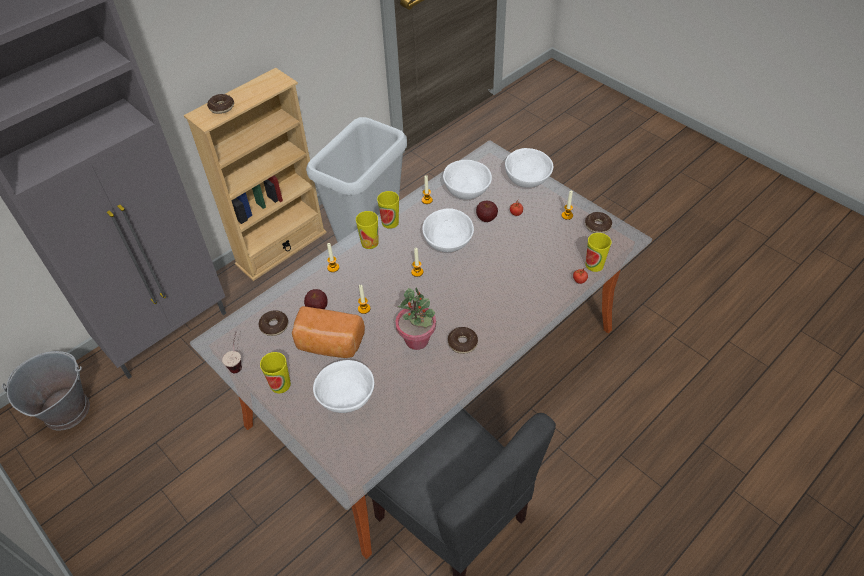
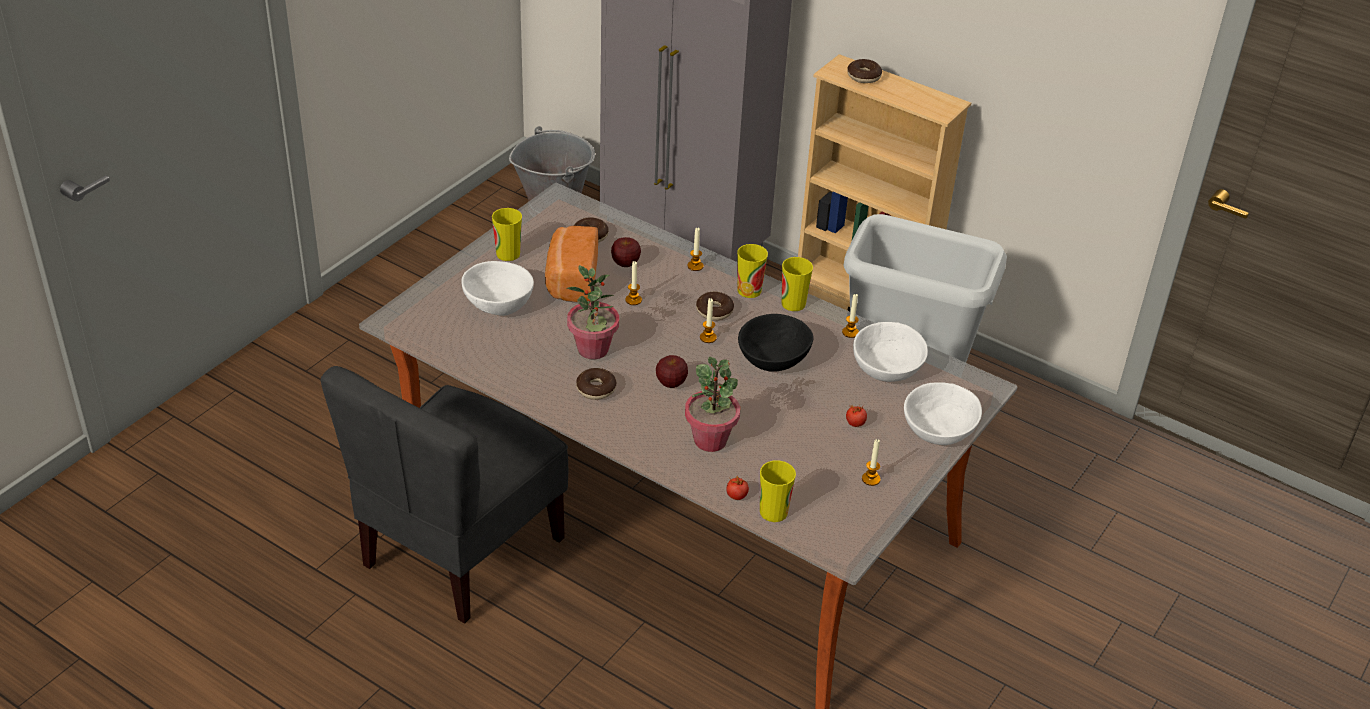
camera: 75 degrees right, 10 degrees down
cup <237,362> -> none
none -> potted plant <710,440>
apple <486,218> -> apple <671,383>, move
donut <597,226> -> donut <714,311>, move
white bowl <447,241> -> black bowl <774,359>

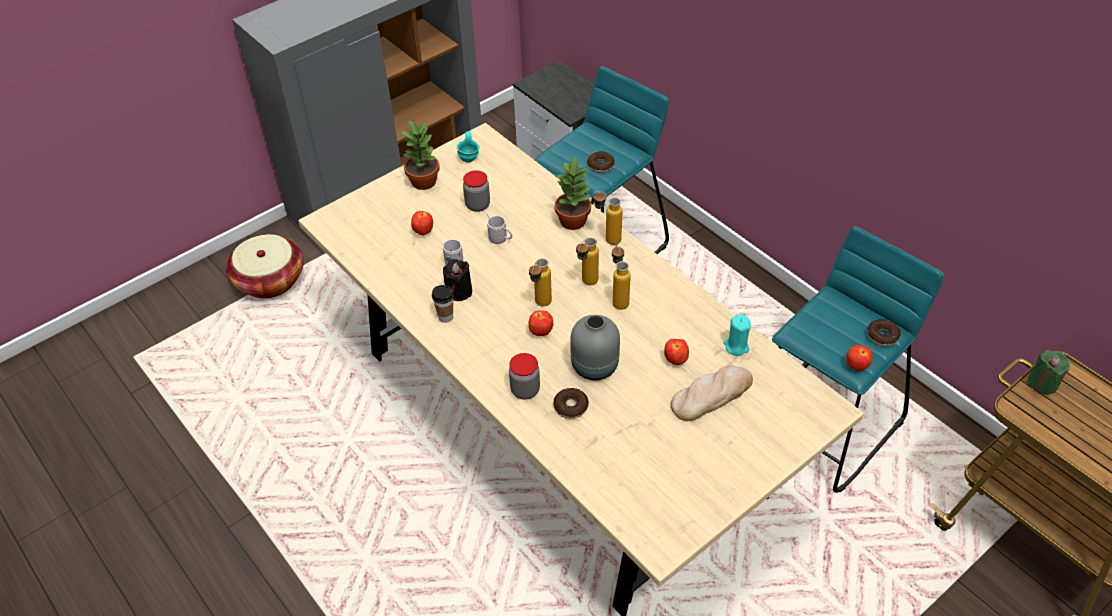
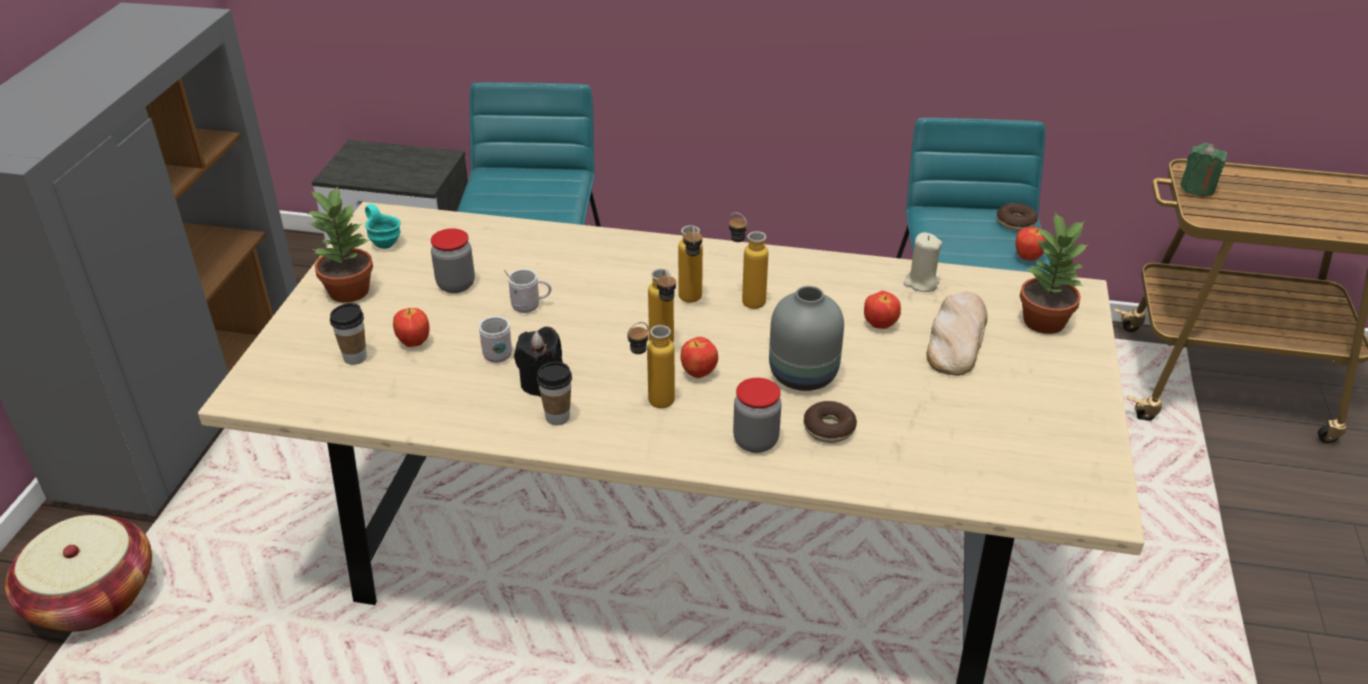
camera: 40 degrees left, 10 degrees down
donut <600,165> -> none
none -> cup <355,357>
potted plant <573,221> -> potted plant <1044,321>, move
bottle <606,239> -> bottle <651,404>, move
turquoise candle <736,346> -> beige candle <921,283>

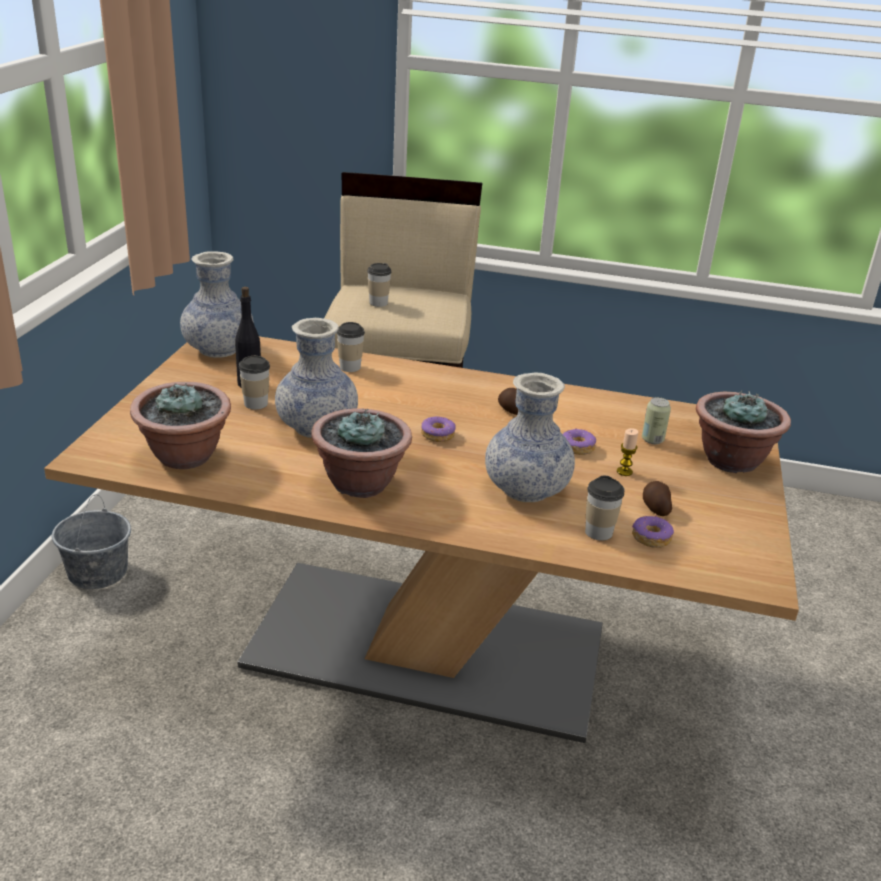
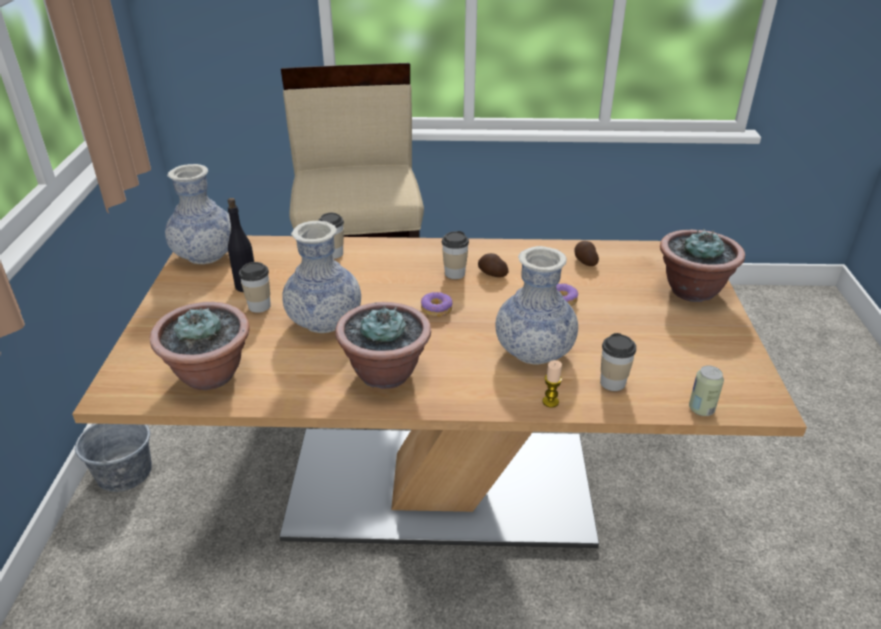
camera: 10 degrees left, 5 degrees up
donut <651,538> -> none
cup <378,303> -> cup <454,273>, move
candle <624,471> -> candle <550,402>, move
can <652,440> -> can <701,409>, move
potato <655,508> -> potato <584,261>, move

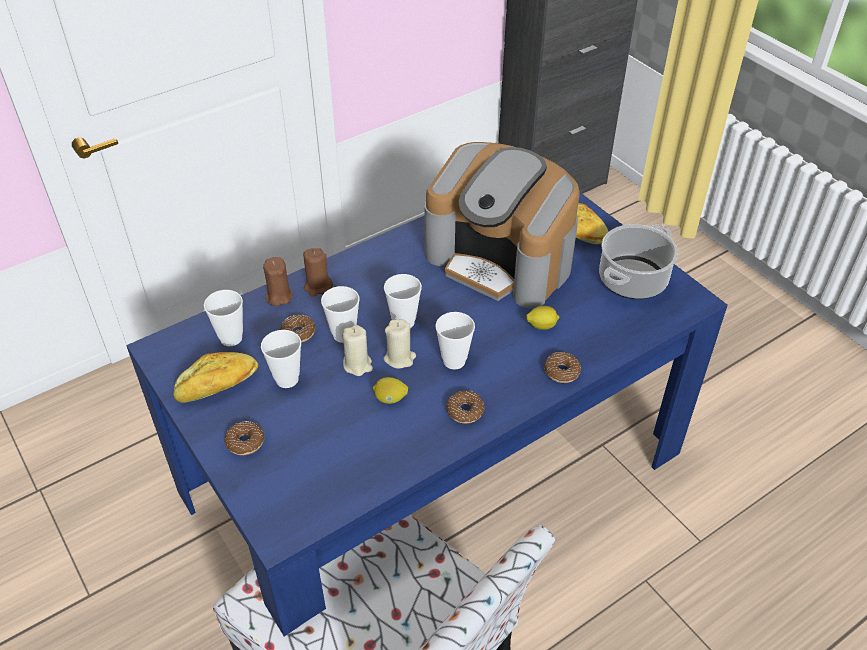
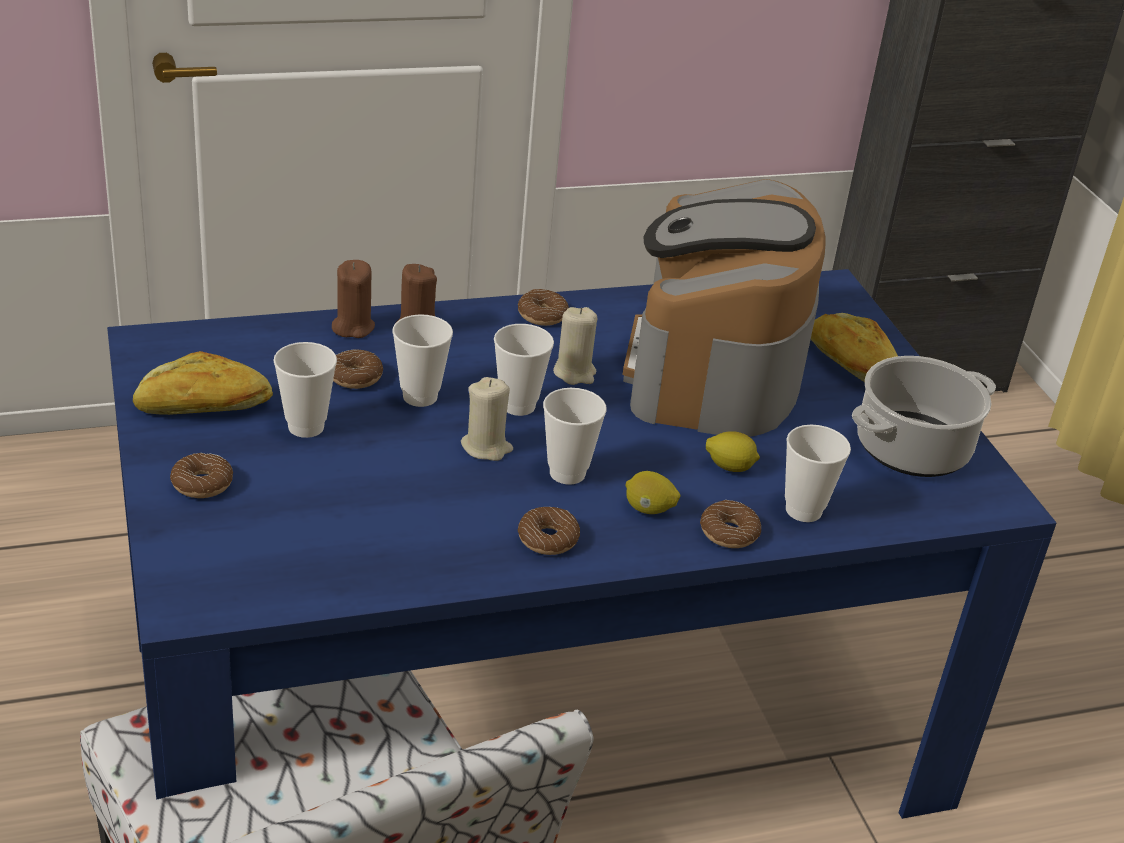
camera: 15 degrees right, 10 degrees down
none -> donut <542,315>
cup <231,338> -> cup <803,510>, move
beige candle <357,364> -> beige candle <574,372>, move
lemon <390,399> -> lemon <648,509>, move
coffee machine <501,259> -> coffee machine <713,369>, 45 degrees clockwise

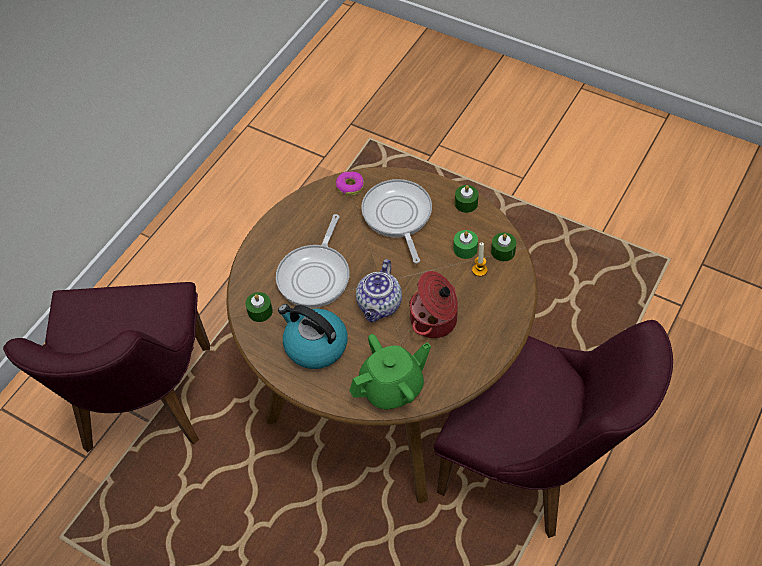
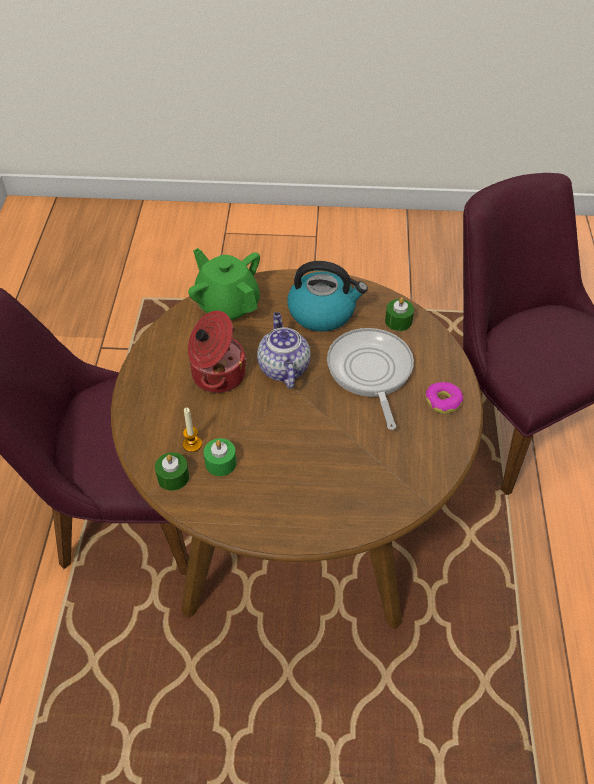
camera: 150 degrees right, 5 degrees down
frying pan <398,216> -> none
green candle <466,203> -> none
donut <350,186> -> donut <443,401>, move
green teapot <392,387> -> green teapot <227,305>, 105 degrees clockwise

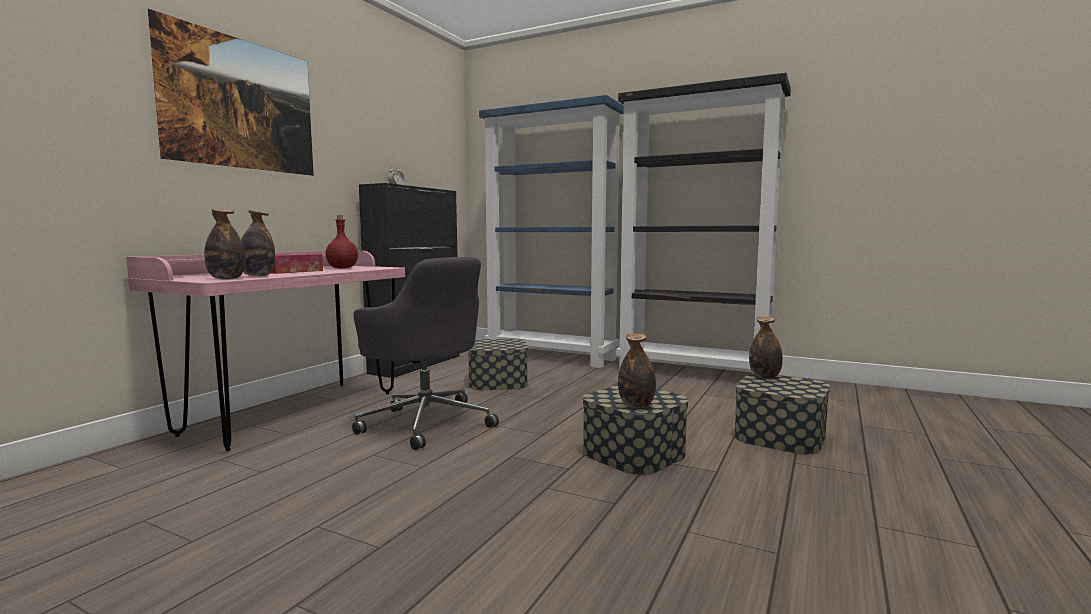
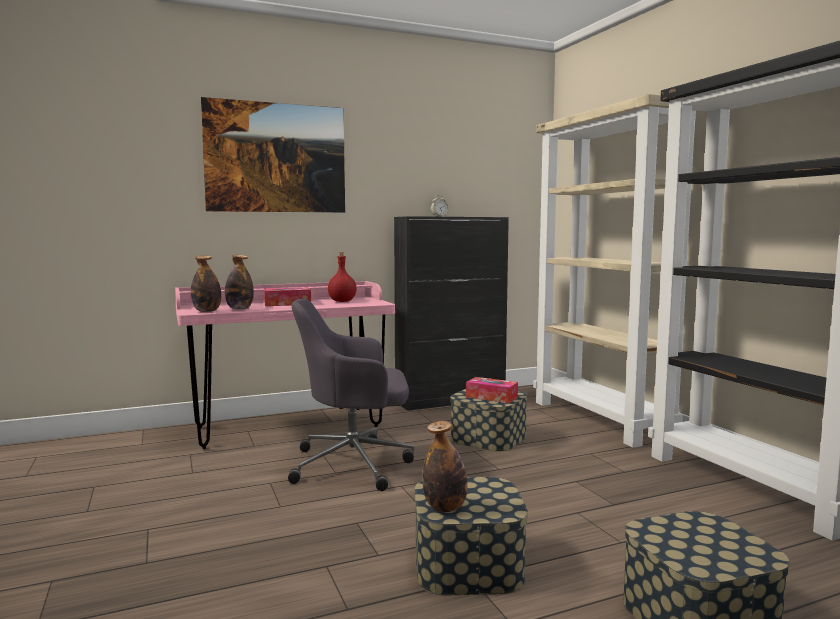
camera: 40 degrees right, 0 degrees up
bottle <764,377> -> none
none -> tissue box <491,397>
blue bookcase <552,357> -> beige bookcase <601,420>
grey office chair <426,422> -> grey office chair <355,464>, 90 degrees clockwise

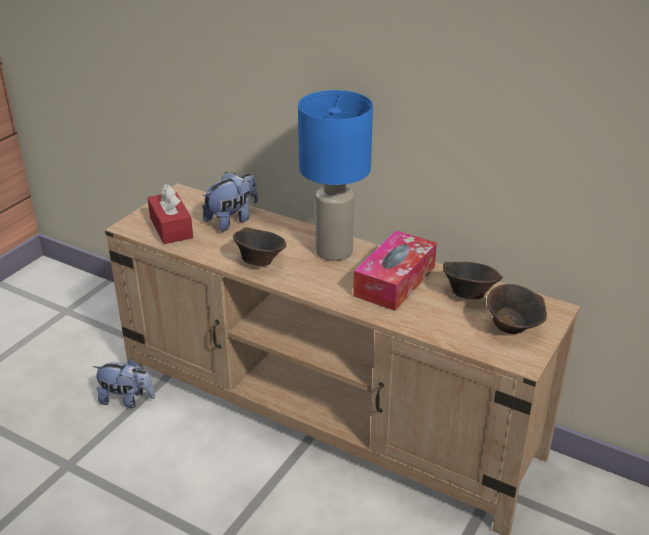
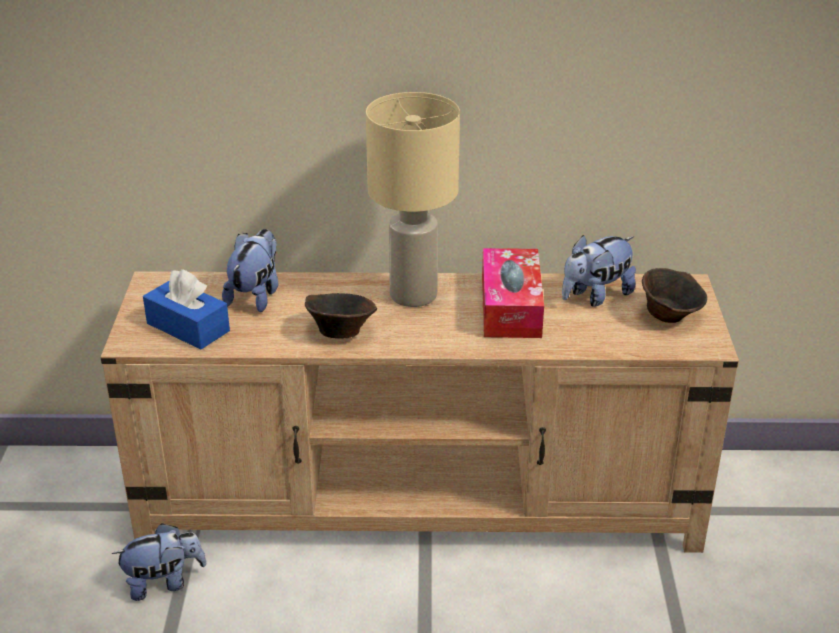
camera: 30 degrees left, 0 degrees up
brown bowl <468,294> -> plush toy <595,296>
red tissue box <171,227> -> blue tissue box <188,327>
blue table lamp <333,252> -> beige table lamp <412,296>

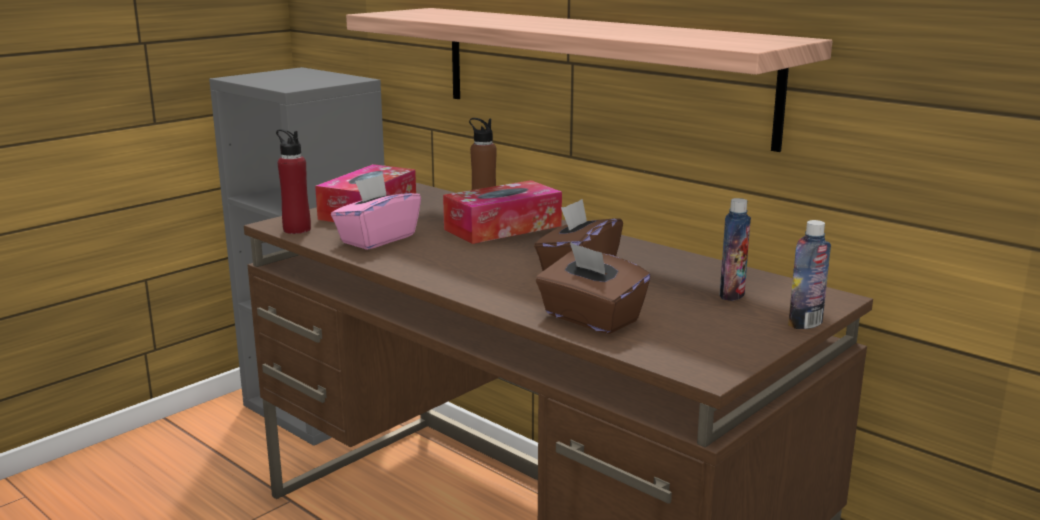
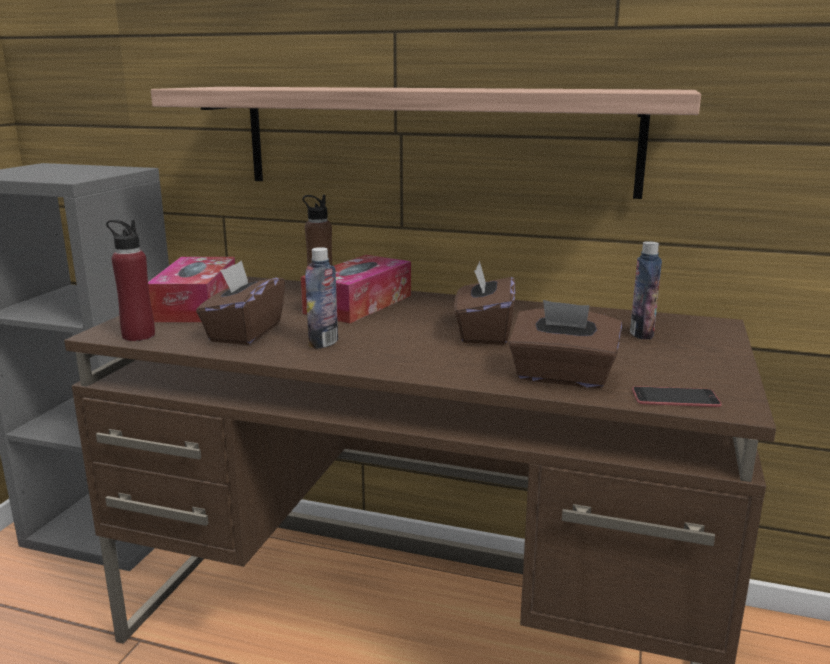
camera: 25 degrees left, 0 degrees up
none -> phone <675,398>
bottle <805,323> -> bottle <323,343>, move
pink tissue box <377,239> -> brown tissue box <244,332>

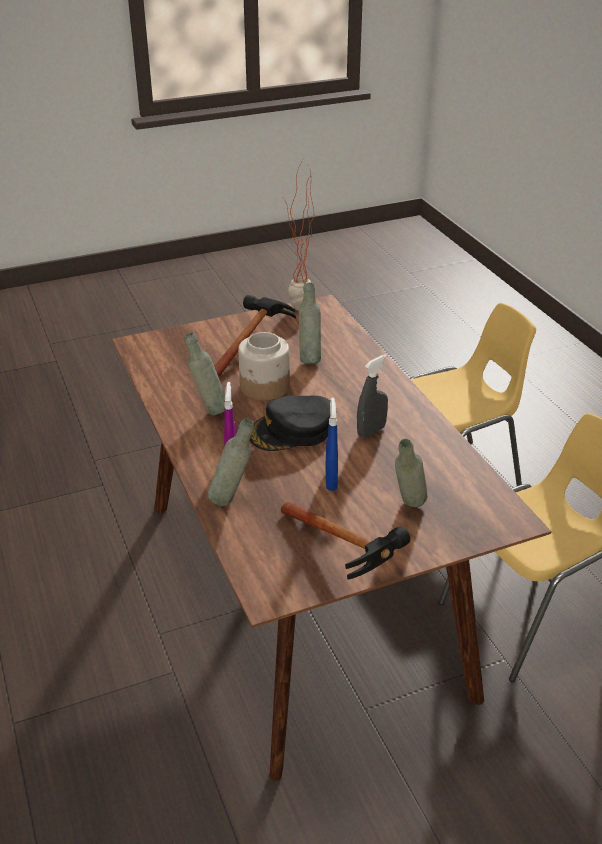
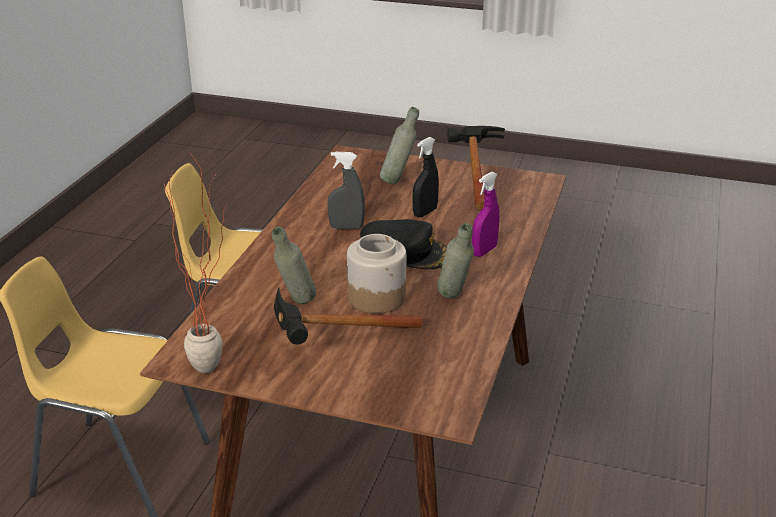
camera: 140 degrees left, 5 degrees down
grey bottle <232,499> -> none
blue spray bottle <331,480> -> black spray bottle <425,212>

